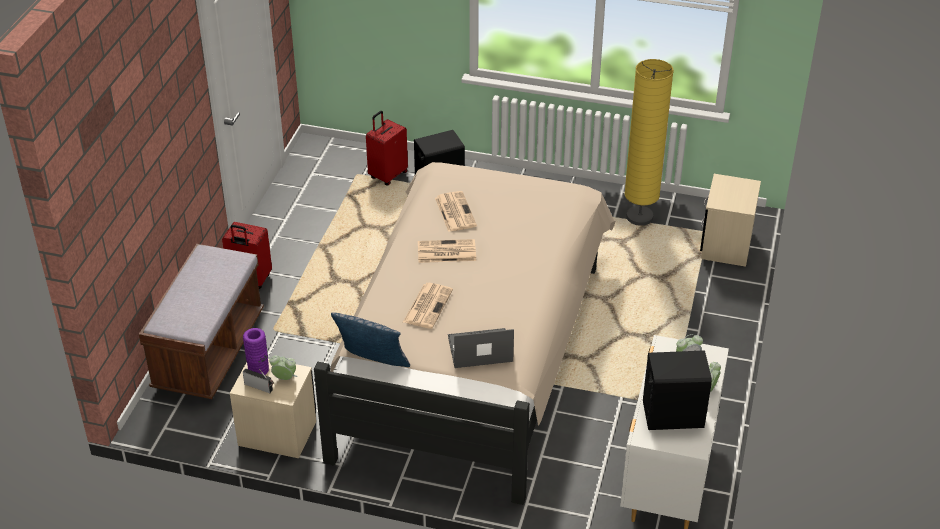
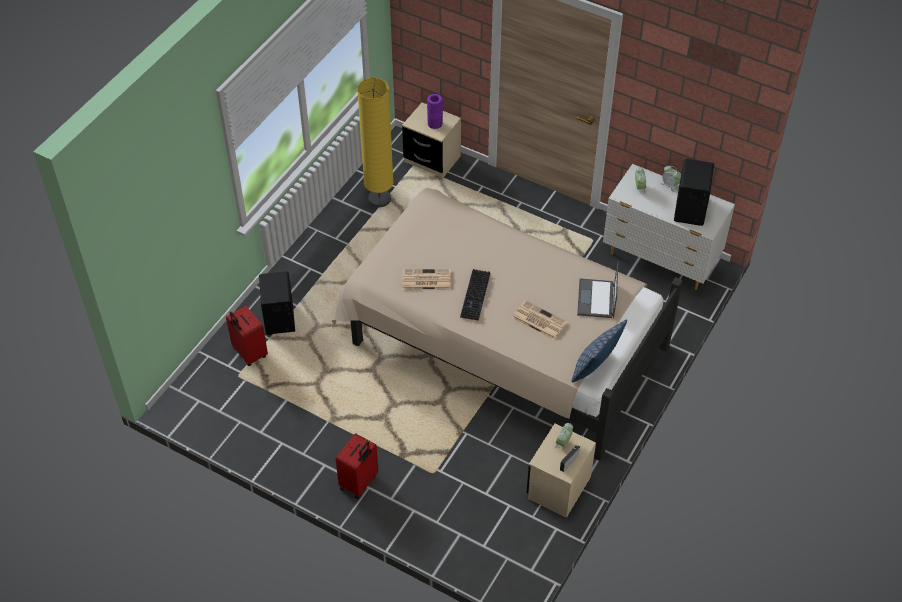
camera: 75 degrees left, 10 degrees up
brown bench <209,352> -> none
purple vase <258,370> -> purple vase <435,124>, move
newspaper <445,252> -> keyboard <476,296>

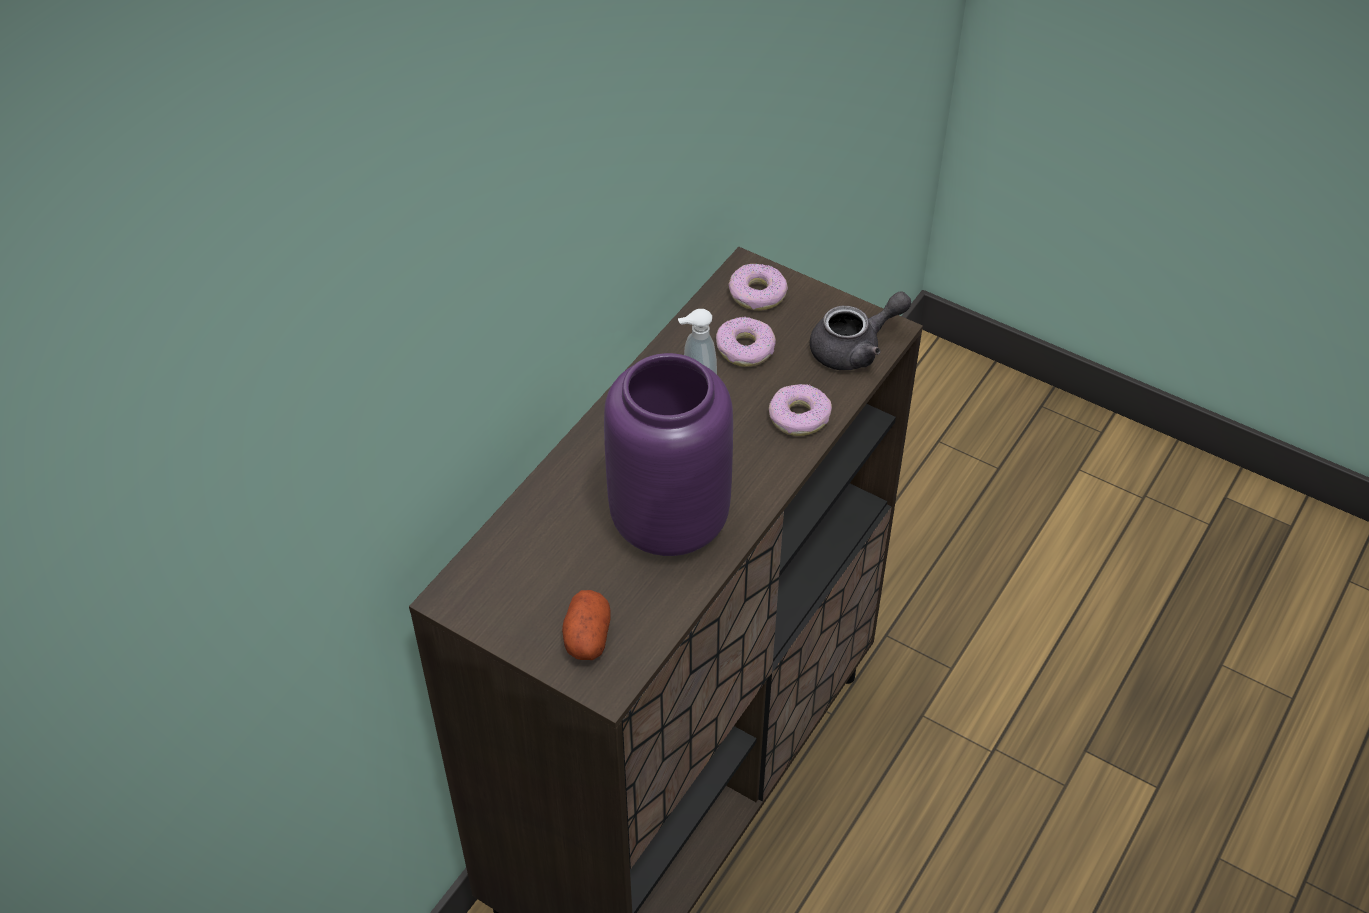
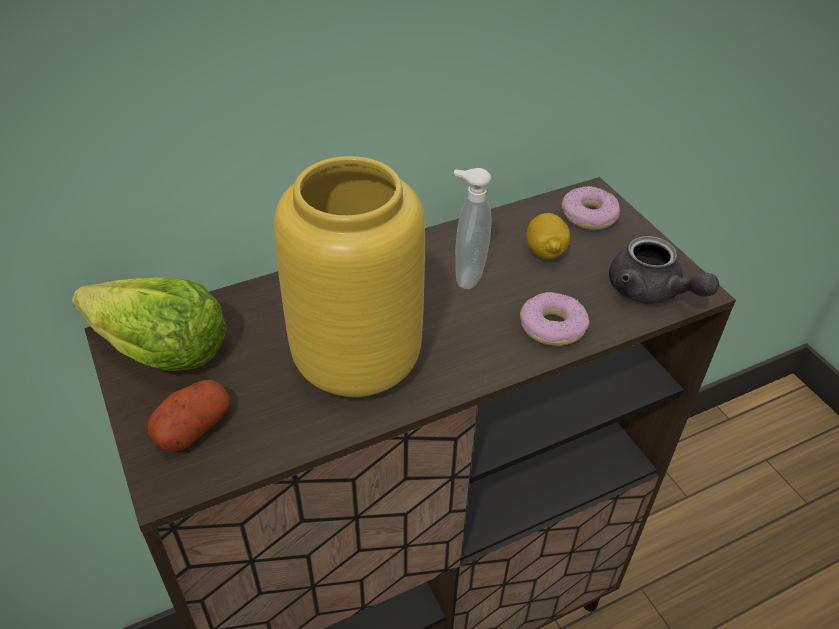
camera: 30 degrees right, 5 degrees down
none -> lettuce <159,351>
donut <745,348> -> lemon <545,252>
purple vase <668,520> -> yellow vase <357,361>
grey teapot <855,348> -> grey teapot <651,292>, 45 degrees clockwise

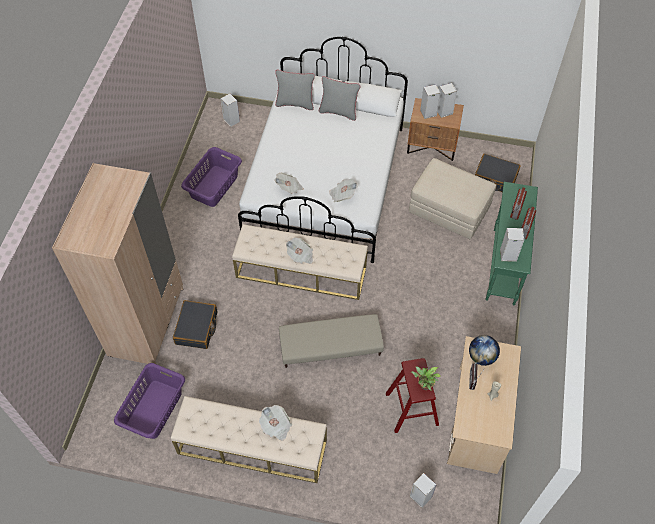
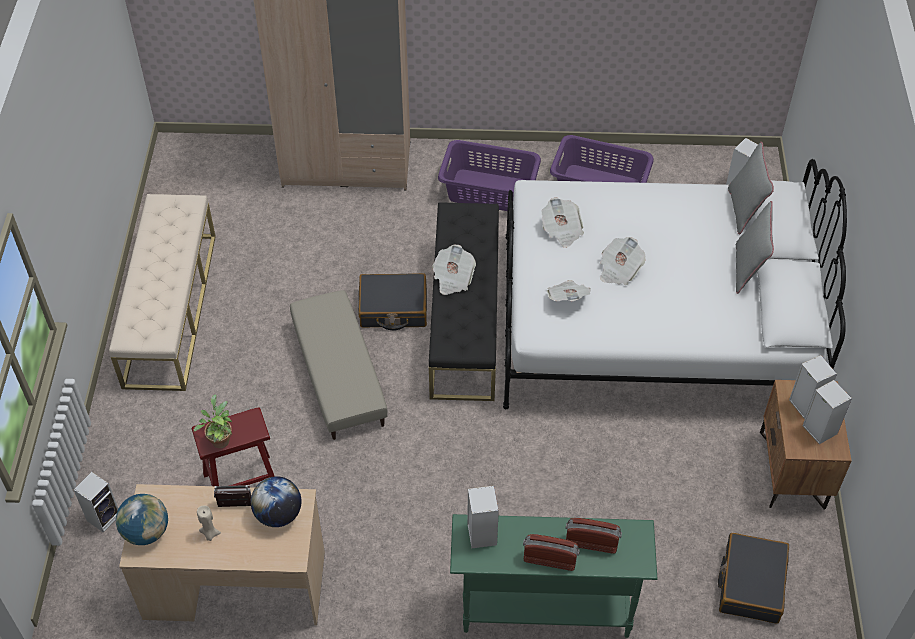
camera: 80 degrees right, 5 degrees down
beige ottoman <449,209> -> none
none -> globe <146,532>
purple laundry basket <153,409> -> purple laundry basket <488,190>, move
black suitcase <197,328> -> black suitcase <393,308>, move
newspaper <276,426> -> newspaper <619,270>, move
beige bench <301,272> -> black bench <465,318>

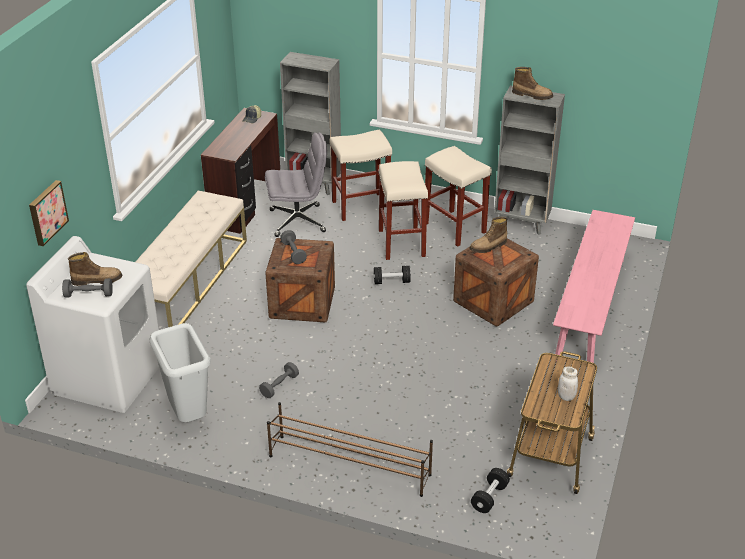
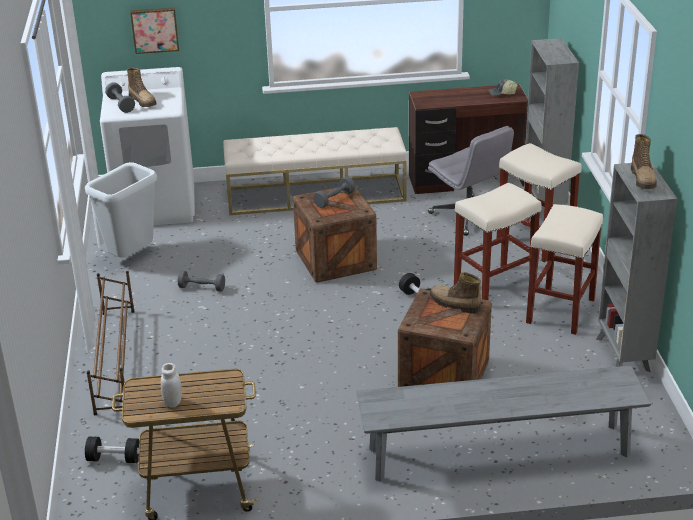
camera: 65 degrees right, 5 degrees down
pink bench <590,308> -> grey bench <498,452>

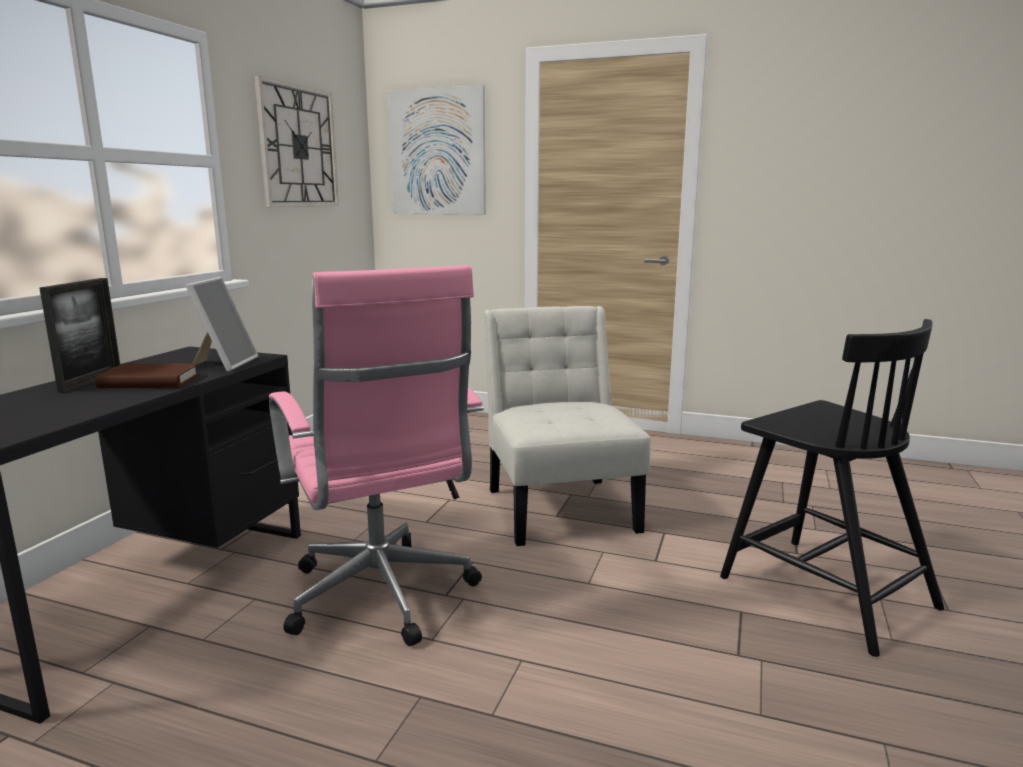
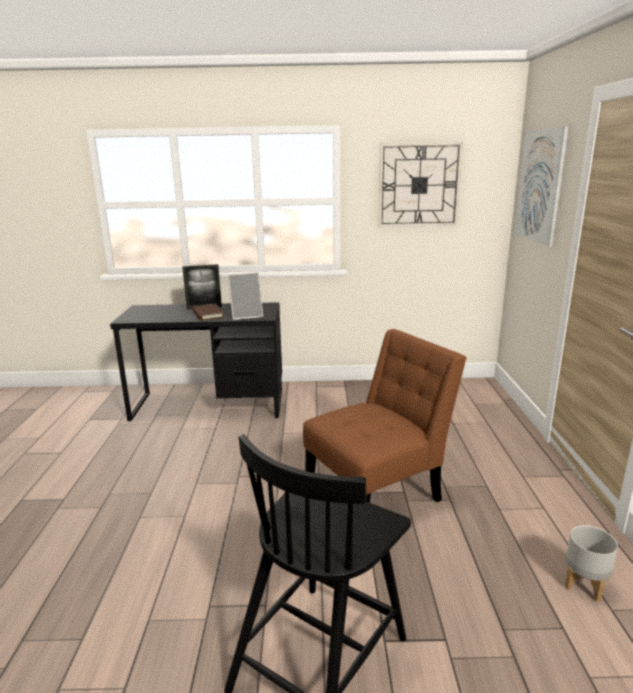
camera: 70 degrees right, 5 degrees up
pink office chair <382,598> -> none
none -> grey planter <583,584>
white chair <559,506> -> brown chair <378,491>

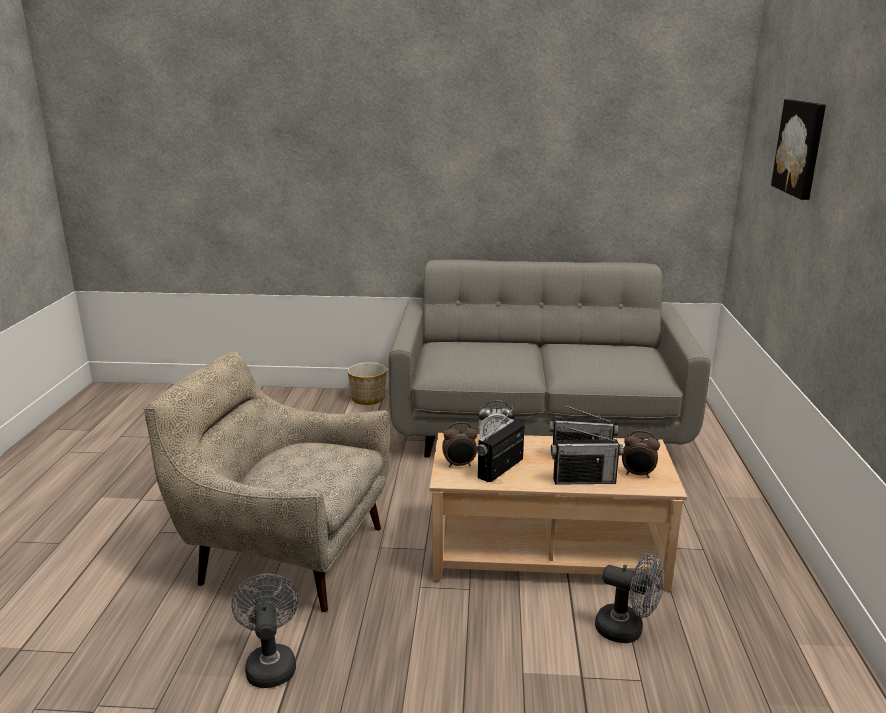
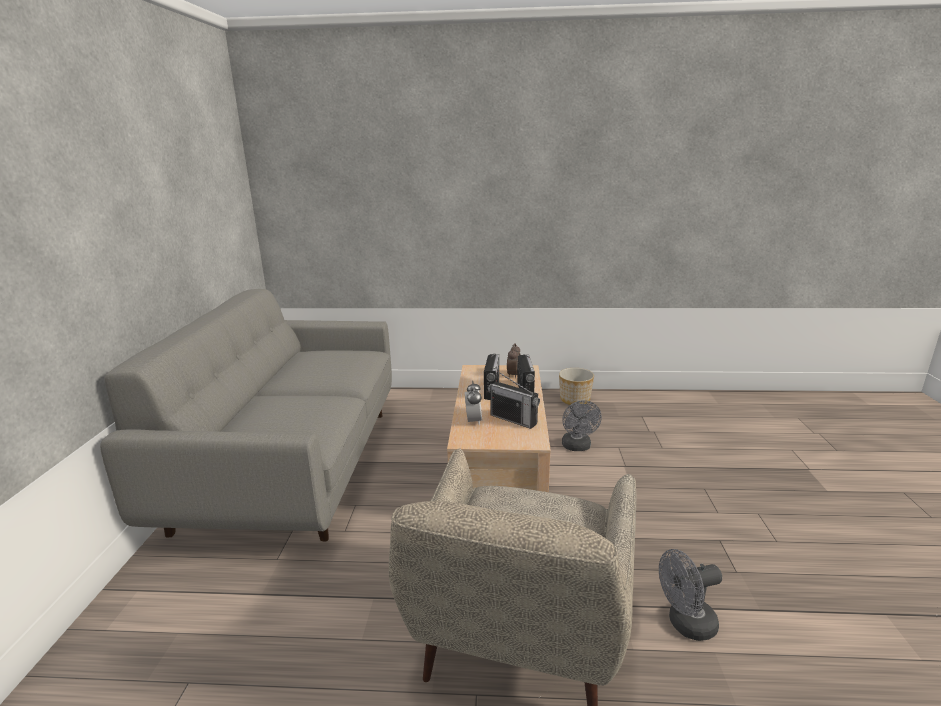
camera: 90 degrees left, 0 degrees up
alarm clock <459,465> -> none
picture <801,148> -> none
planter <368,398> -> planter <574,399>, move
grey fan <627,630> -> grey fan <577,447>, 150 degrees clockwise

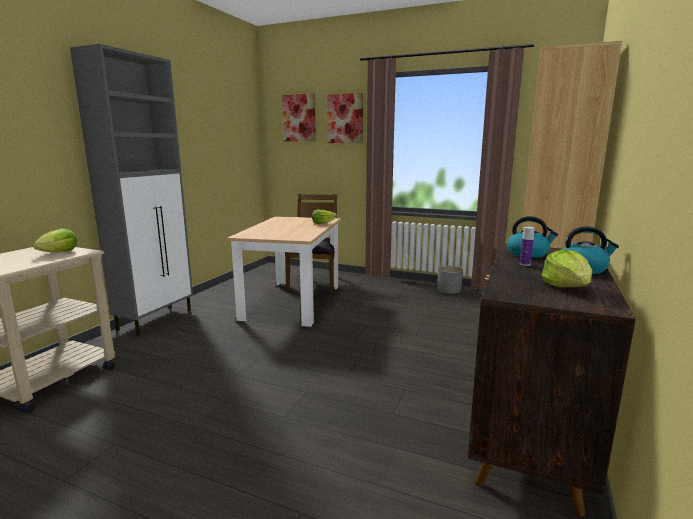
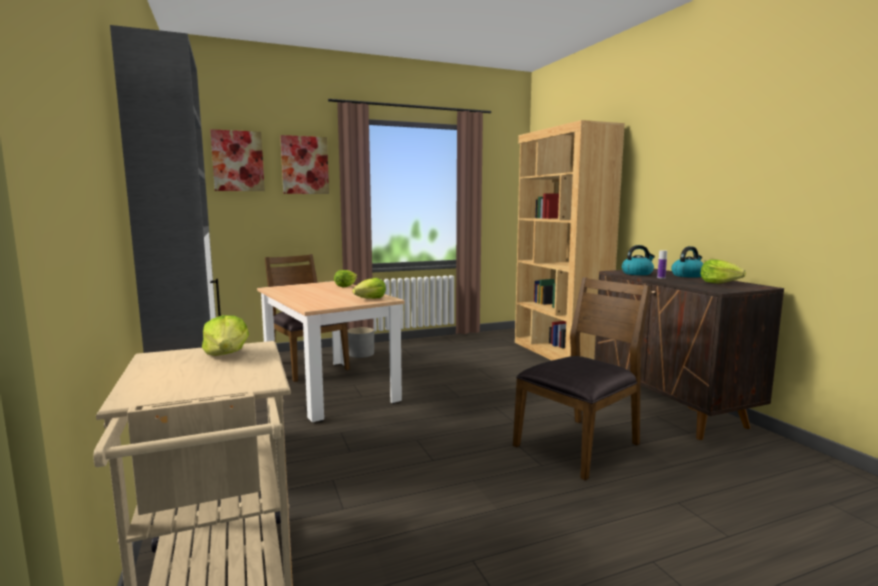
camera: 45 degrees left, 5 degrees down
none -> lettuce <370,299>
none -> brown chair <579,445>
grey planter <449,290> -> grey planter <361,354>, move

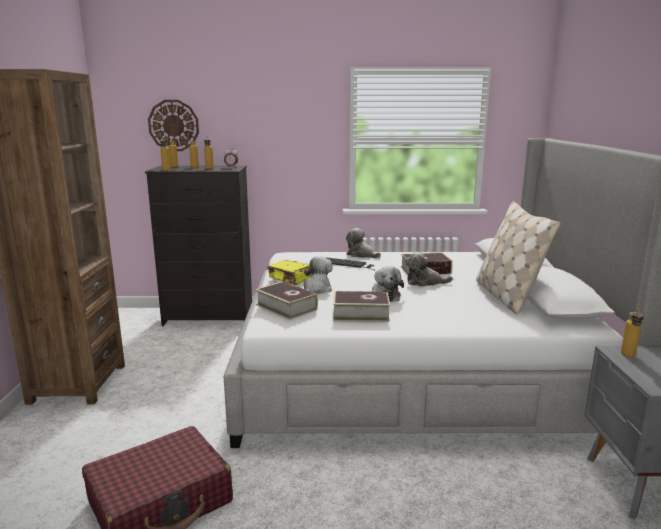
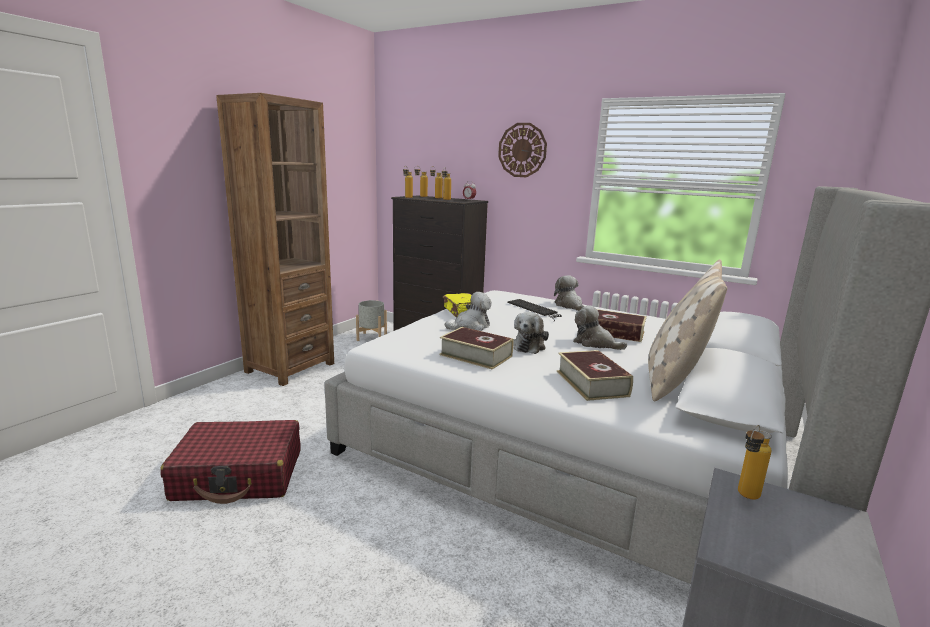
camera: 30 degrees right, 0 degrees up
none -> grey planter <371,337>
wall clock <173,125> -> wall clock <522,150>, move
book <286,307> -> book <592,383>, move

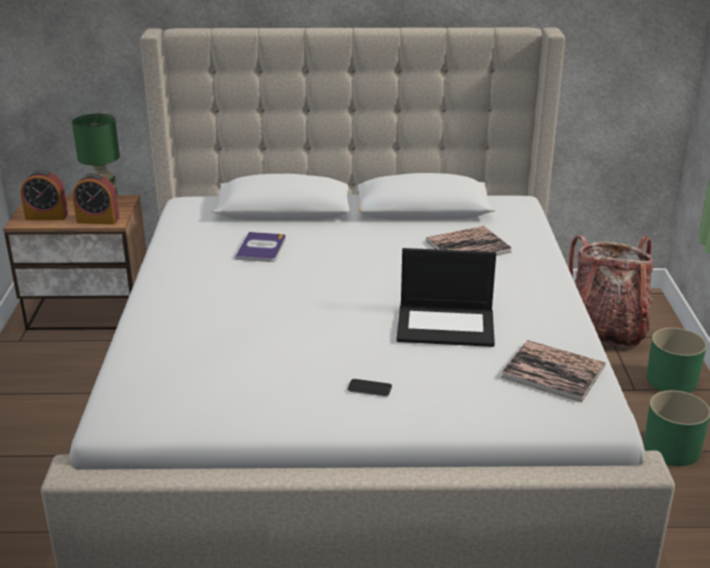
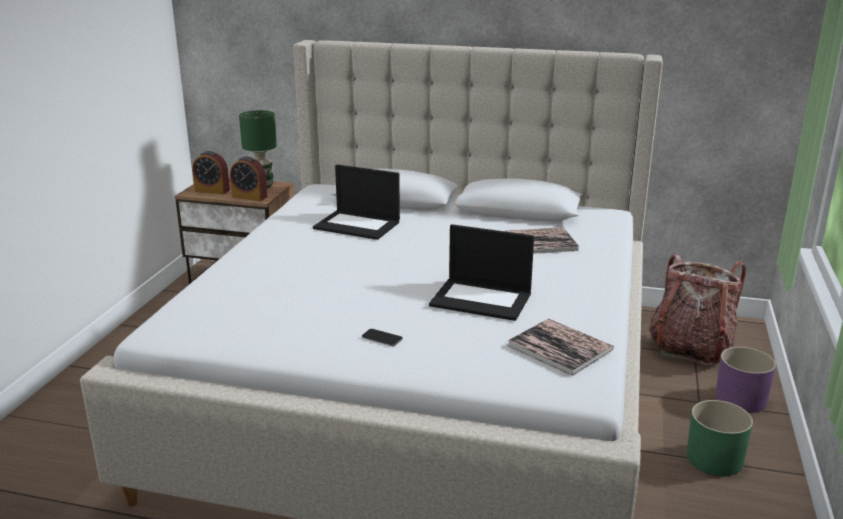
camera: 15 degrees right, 5 degrees down
book <261,248> -> laptop <358,225>
green planter <671,380> -> purple planter <740,399>

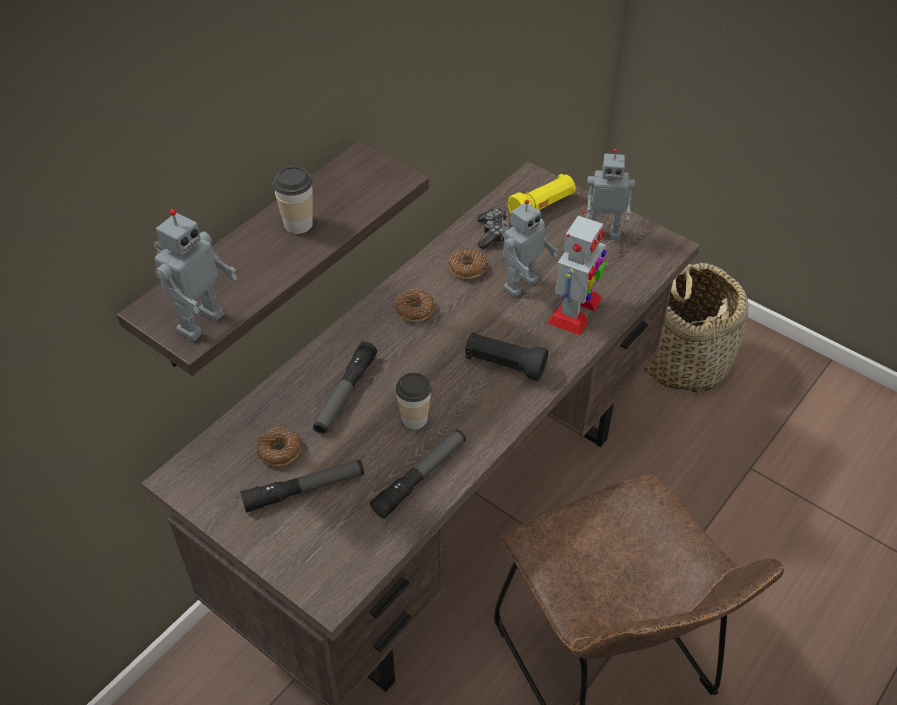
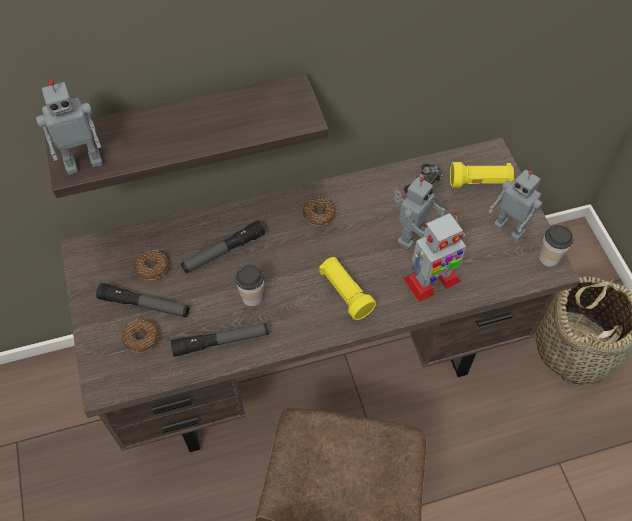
camera: 35 degrees right, 10 degrees up
cup <298,224> -> cup <549,257>, move
donut <467,268> -> donut <141,338>, move
black flashlight <504,365> -> yellow flashlight <345,293>
toy robot <519,284> -> toy robot <409,235>, 45 degrees counterclockwise

